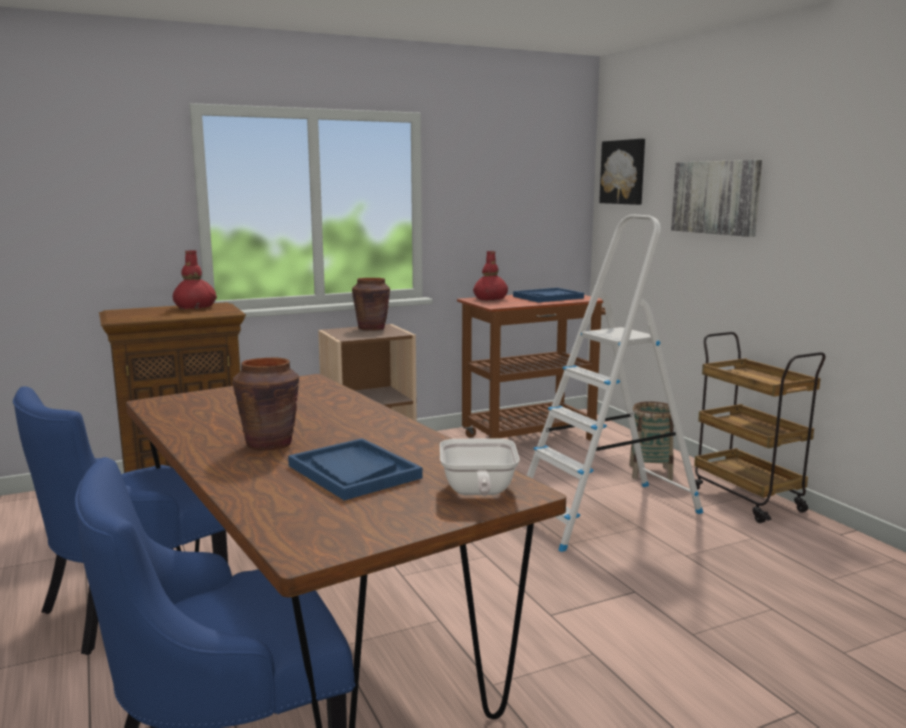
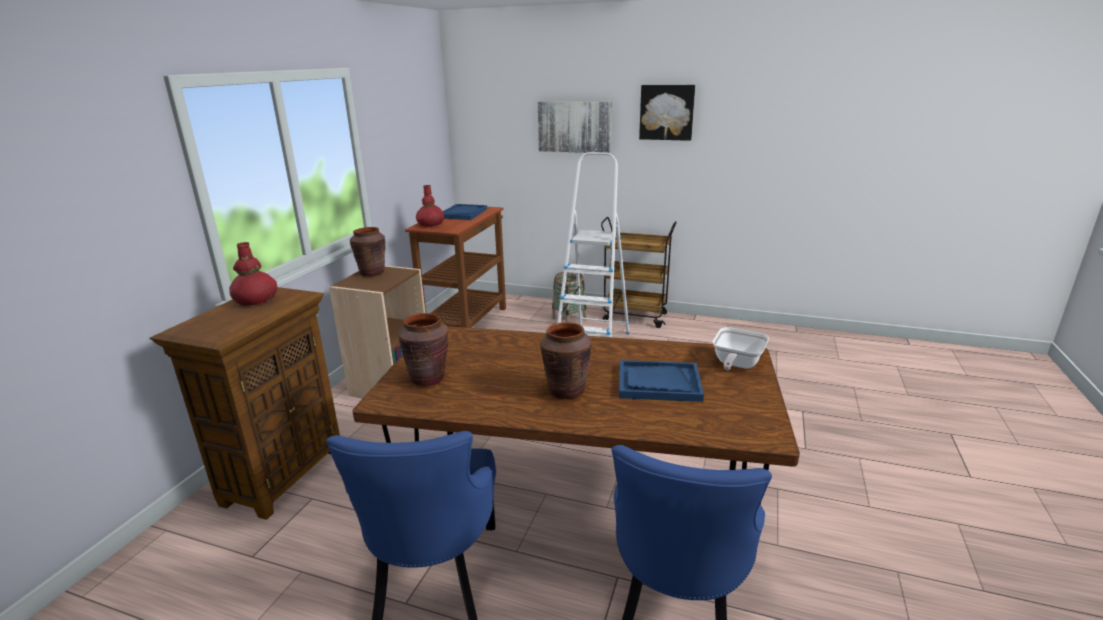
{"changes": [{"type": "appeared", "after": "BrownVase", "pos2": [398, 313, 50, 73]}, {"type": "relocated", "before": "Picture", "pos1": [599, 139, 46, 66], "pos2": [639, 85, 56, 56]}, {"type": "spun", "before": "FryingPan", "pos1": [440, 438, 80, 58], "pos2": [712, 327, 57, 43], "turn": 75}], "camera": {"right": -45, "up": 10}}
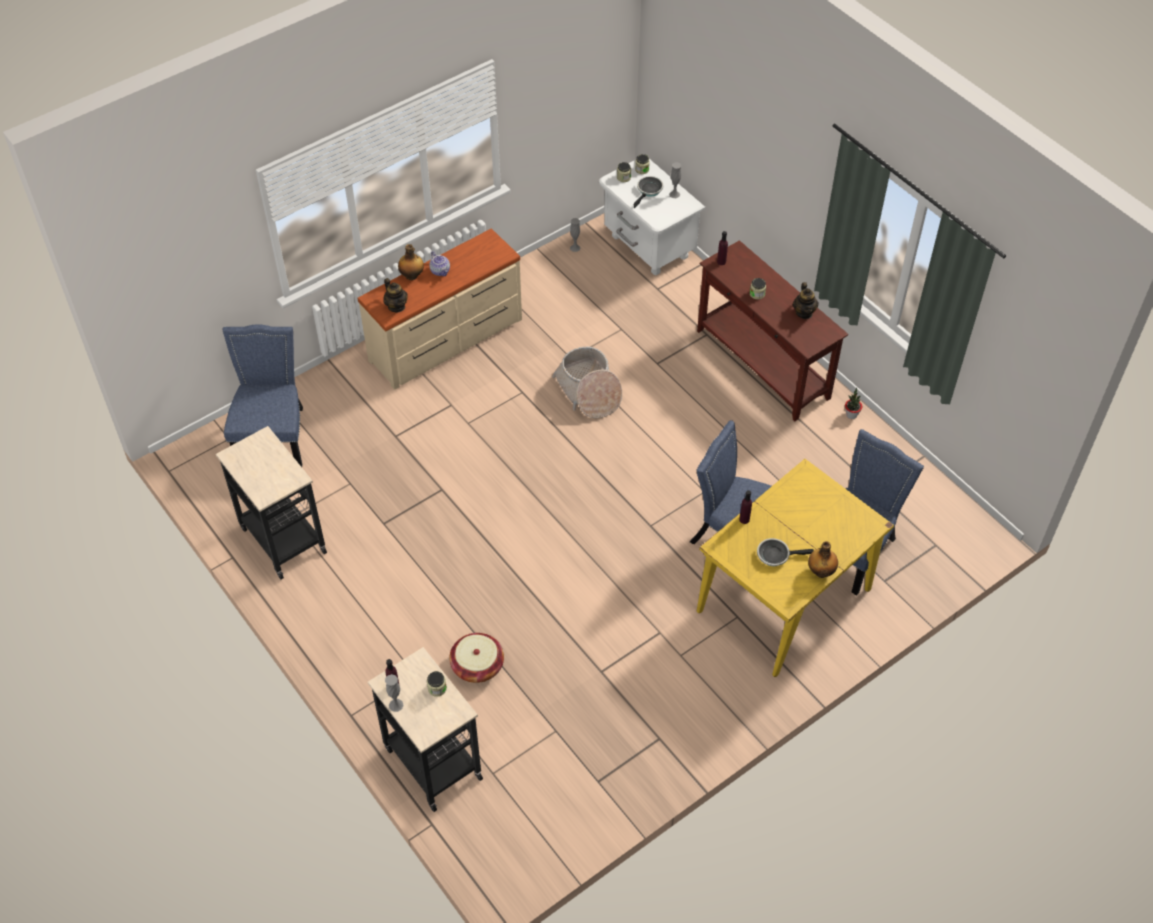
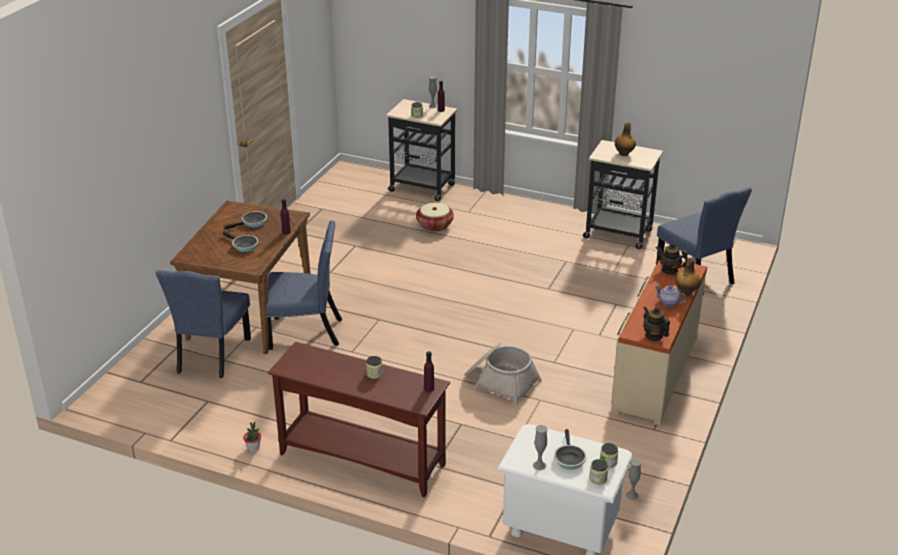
{"changes": [{"type": "appeared", "after": "FryingPan", "pos2": [223, 231, 35, 21]}, {"type": "relocated", "before": "Teapot", "pos1": [793, 282, 26, 37], "pos2": [643, 307, 27, 34]}, {"type": "relocated", "before": "Bottle", "pos1": [808, 541, 30, 37], "pos2": [615, 123, 21, 33]}, {"type": "colour", "before": "YellowDiningTable", "after": "BrownDiningTable", "pos1": [697, 459, 197, 218], "pos2": [170, 201, 141, 153]}], "camera": {"right": 150, "up": -20}}
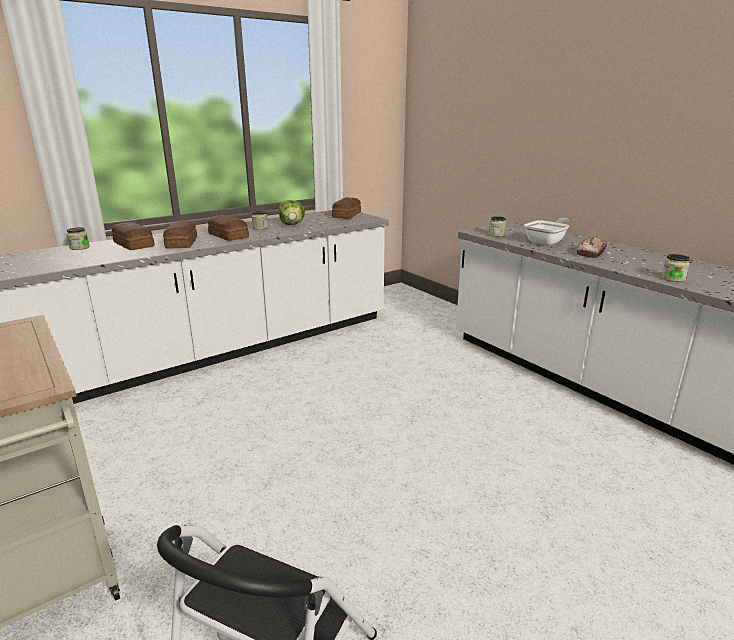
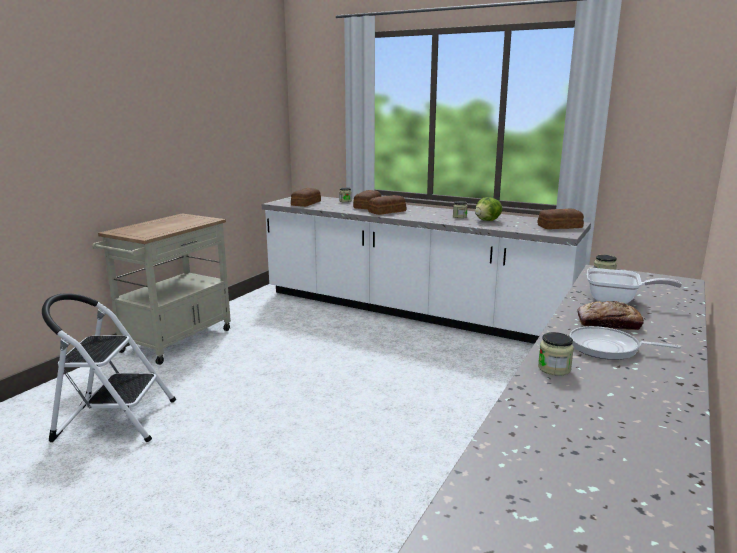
{"changes": [{"type": "appeared", "after": "FryingPan", "pos2": [569, 326, 112, 34]}, {"type": "relocated", "before": "Bread", "pos1": [208, 215, 41, 26], "pos2": [291, 188, 30, 19]}], "camera": {"right": 65, "up": -5}}
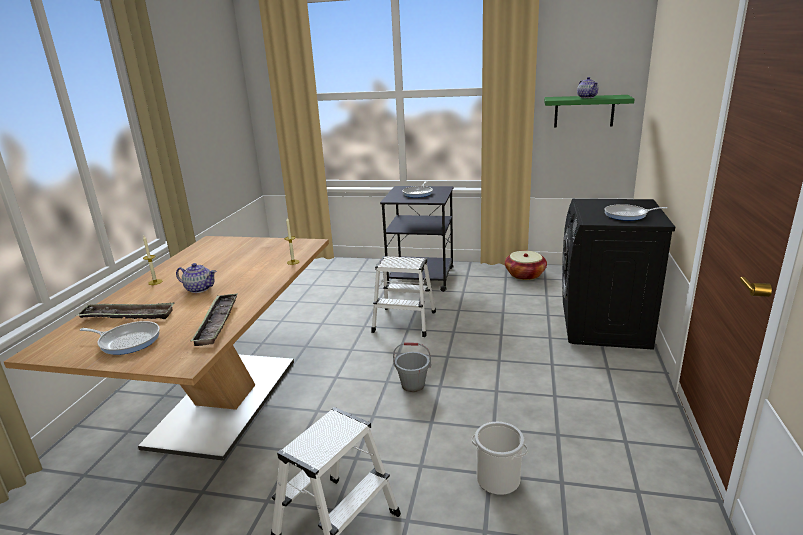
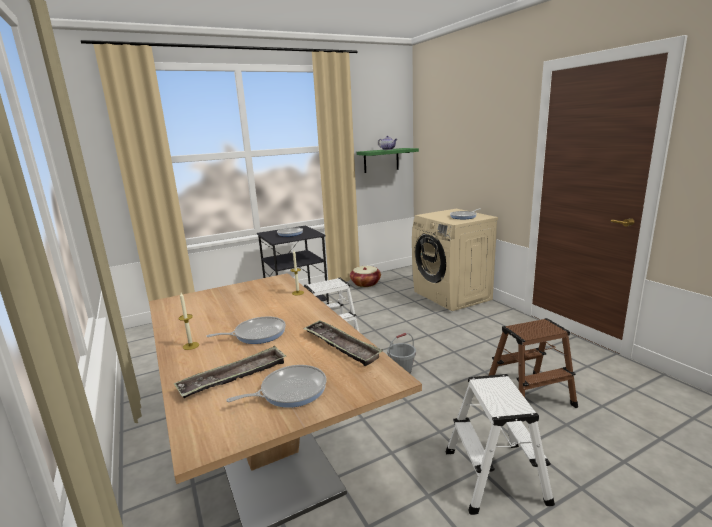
{"changes": [{"type": "exchanged", "before": "Teapot", "after": "FryingPan", "pos1": [176, 263, 40, 30], "pos2": [206, 317, 80, 27]}, {"type": "exchanged", "before": "Bucket", "after": "BrownStepLadder", "pos1": [472, 422, 56, 73], "pos2": [488, 318, 90, 104]}, {"type": "colour", "before": "BlackWashingMachine", "after": "BeigeWashingMachine", "pos1": [562, 198, 113, 152], "pos2": [412, 209, 86, 102]}], "camera": {"right": -40, "up": -5}}
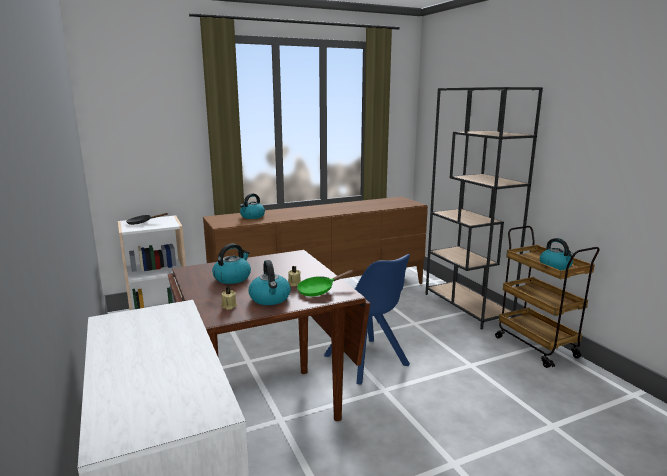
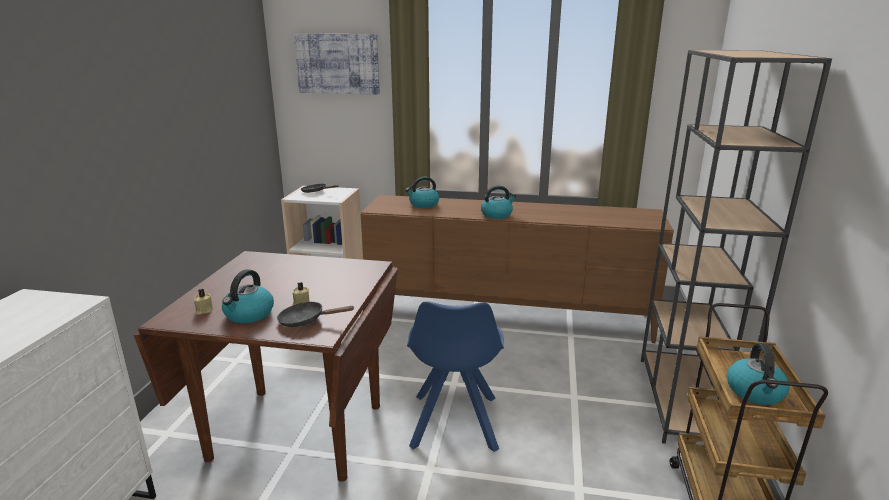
{"changes": [{"type": "appeared", "after": "Picture", "pos2": [294, 34, 86, 60]}, {"type": "relocated", "before": "Kettle", "pos1": [212, 244, 39, 40], "pos2": [481, 185, 35, 34]}, {"type": "colour", "before": "GreenFryingPan", "after": "BlackFryingPan", "pos1": [297, 270, 56, 26], "pos2": [277, 301, 78, 26]}], "camera": {"right": 35, "up": 5}}
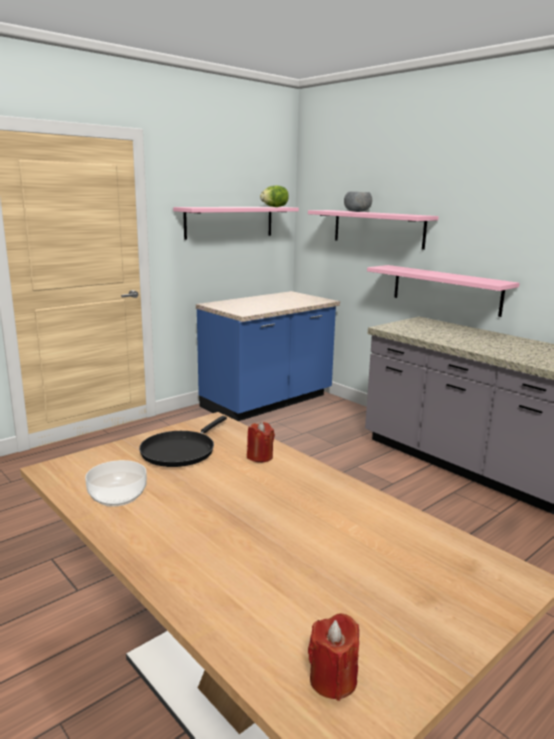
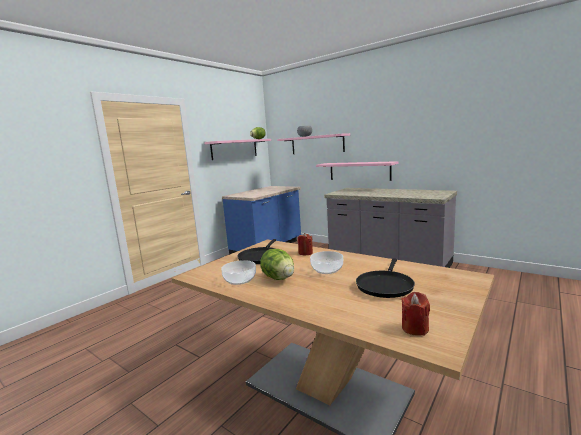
{"changes": [{"type": "appeared", "after": "Lettuce", "pos2": [260, 249, 34, 31]}, {"type": "appeared", "after": "Bowl", "pos2": [310, 251, 33, 23]}, {"type": "appeared", "after": "BlackFryingPan", "pos2": [356, 258, 59, 40]}], "camera": {"right": -10, "up": -5}}
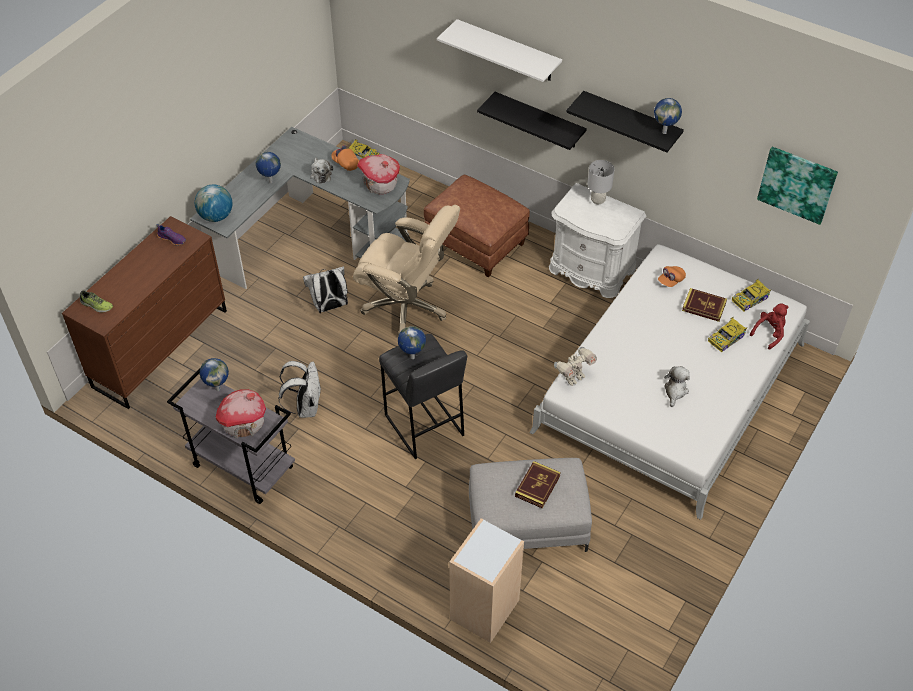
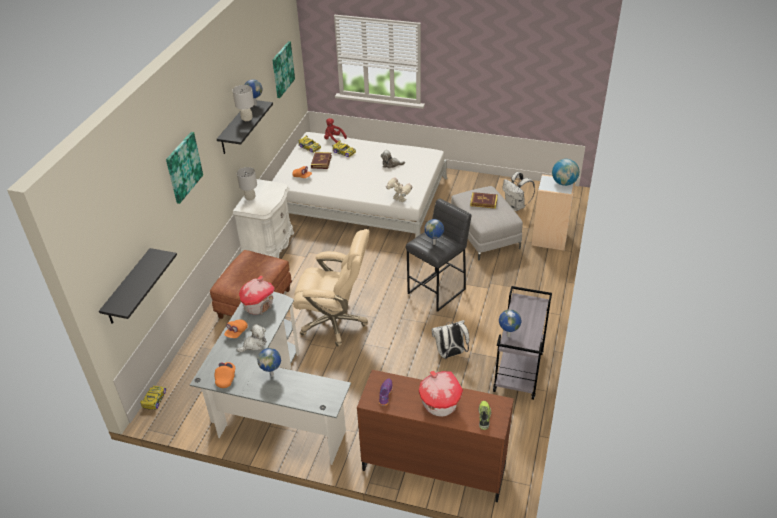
{"changes": [{"type": "appeared", "after": "OrangeCap", "pos2": [214, 362, 21, 26]}, {"type": "appeared", "after": "GreyTableLamp", "pos2": [233, 85, 21, 36]}, {"type": "relocated", "before": "Globe", "pos1": [195, 185, 37, 37], "pos2": [552, 159, 27, 27]}, {"type": "relocated", "before": "ToyHouse", "pos1": [216, 389, 50, 50], "pos2": [419, 371, 44, 46]}, {"type": "relocated", "before": "WhiteBackpack", "pos1": [303, 266, 45, 47], "pos2": [502, 172, 33, 39]}, {"type": "relocated", "before": "BlackShelf", "pos1": [477, 92, 110, 58], "pos2": [99, 248, 78, 76]}, {"type": "exchanged", "before": "WhiteShelf", "after": "Picture", "pos1": [437, 19, 125, 63], "pos2": [166, 132, 37, 72]}, {"type": "spun", "before": "BeigeOfficeChair", "pos1": [353, 205, 107, 131], "pos2": [293, 229, 77, 118], "turn": 90}], "camera": {"right": -105, "up": -10}}
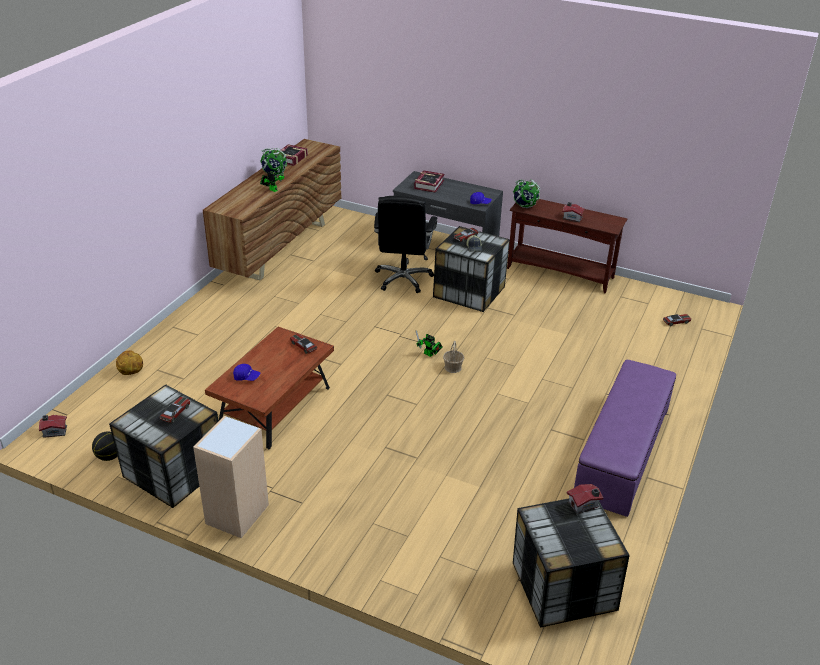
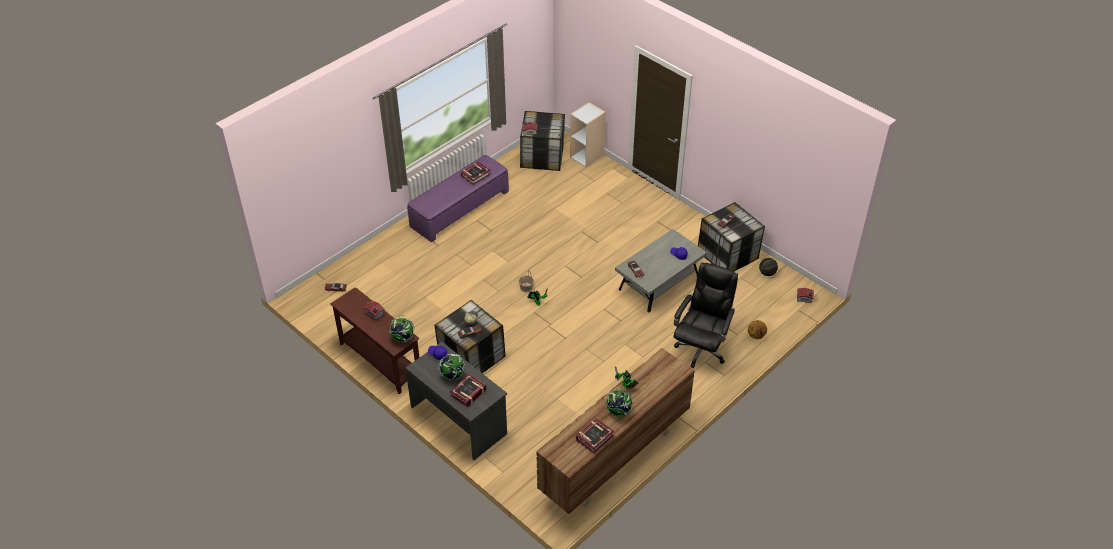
{"changes": [{"type": "appeared", "after": "Globe", "pos2": [438, 354, 27, 26]}, {"type": "appeared", "after": "Book", "pos2": [461, 162, 30, 23]}, {"type": "relocated", "before": "Bookcase", "pos1": [193, 416, 76, 122], "pos2": [570, 102, 36, 66]}, {"type": "relocated", "before": "BlackOfficeChair", "pos1": [374, 196, 63, 97], "pos2": [674, 263, 64, 105]}, {"type": "colour", "before": "BrownCoffeeTable", "after": "GreyCoffeeTable", "pos1": [205, 327, 129, 122], "pos2": [615, 229, 92, 83]}], "camera": {"right": -160, "up": 10}}
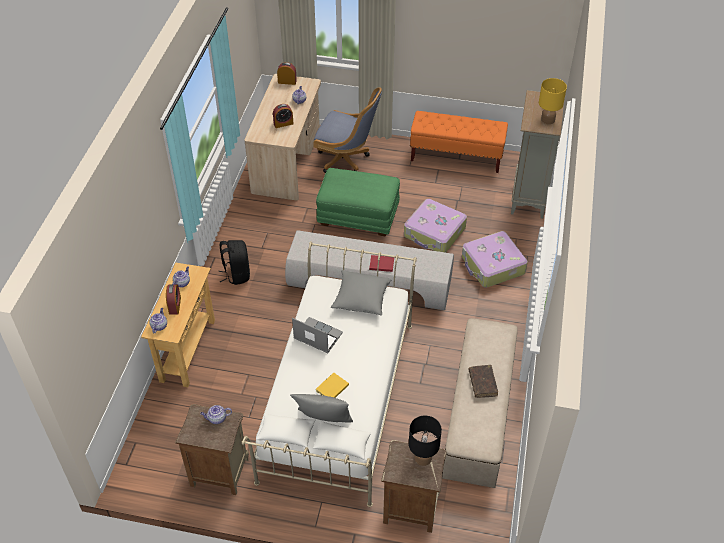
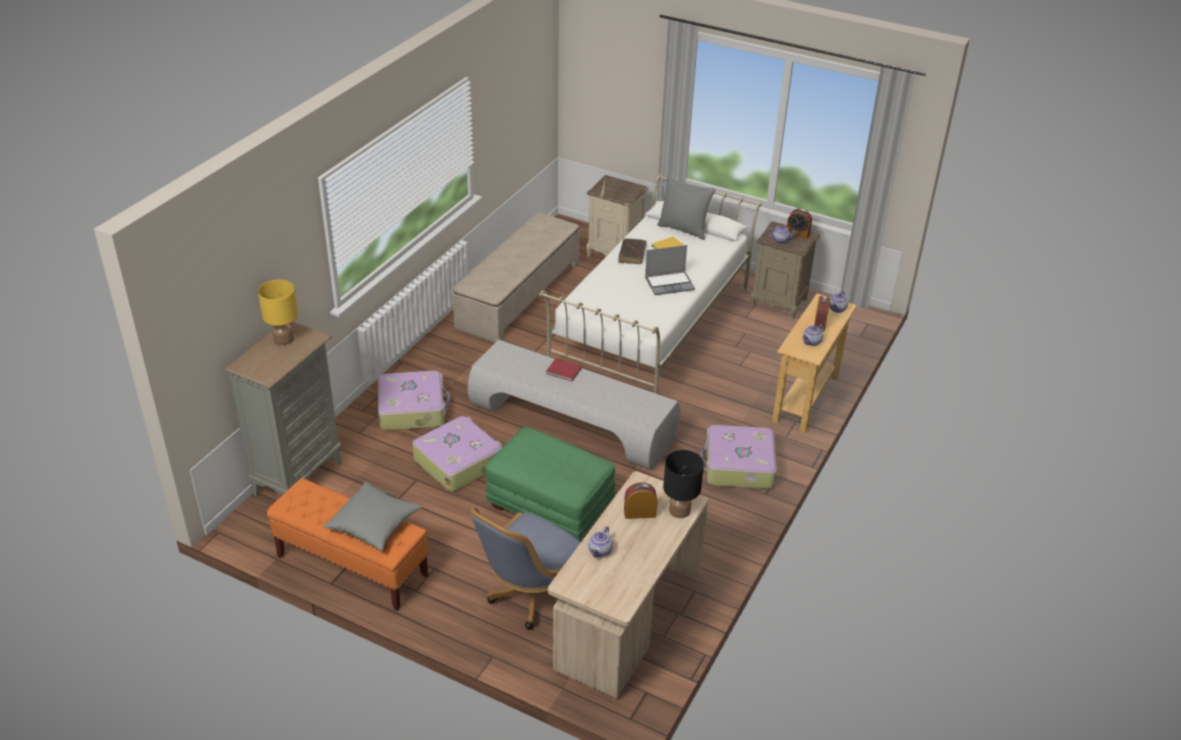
{"changes": [{"type": "relocated", "before": "AlarmClock", "pos1": [277, 62, 20, 23], "pos2": [787, 208, 25, 31]}, {"type": "relocated", "before": "GreyPillow", "pos1": [331, 270, 61, 46], "pos2": [323, 482, 99, 69]}, {"type": "relocated", "before": "BlackTableLamp", "pos1": [409, 416, 33, 50], "pos2": [663, 450, 41, 68]}, {"type": "relocated", "before": "BrownBook", "pos1": [469, 365, 29, 33], "pos2": [618, 238, 29, 26]}, {"type": "exchanged", "before": "BlackBackpack", "after": "Suitcase", "pos1": [218, 240, 32, 45], "pos2": [701, 425, 76, 64]}, {"type": "spun", "before": "Laptop", "pos1": [292, 317, 51, 36], "pos2": [645, 245, 50, 50], "turn": -60}, {"type": "spun", "before": "BlueOfficeChair", "pos1": [313, 87, 69, 86], "pos2": [471, 507, 110, 123], "turn": -90}], "camera": {"right": -165, "up": -10}}
